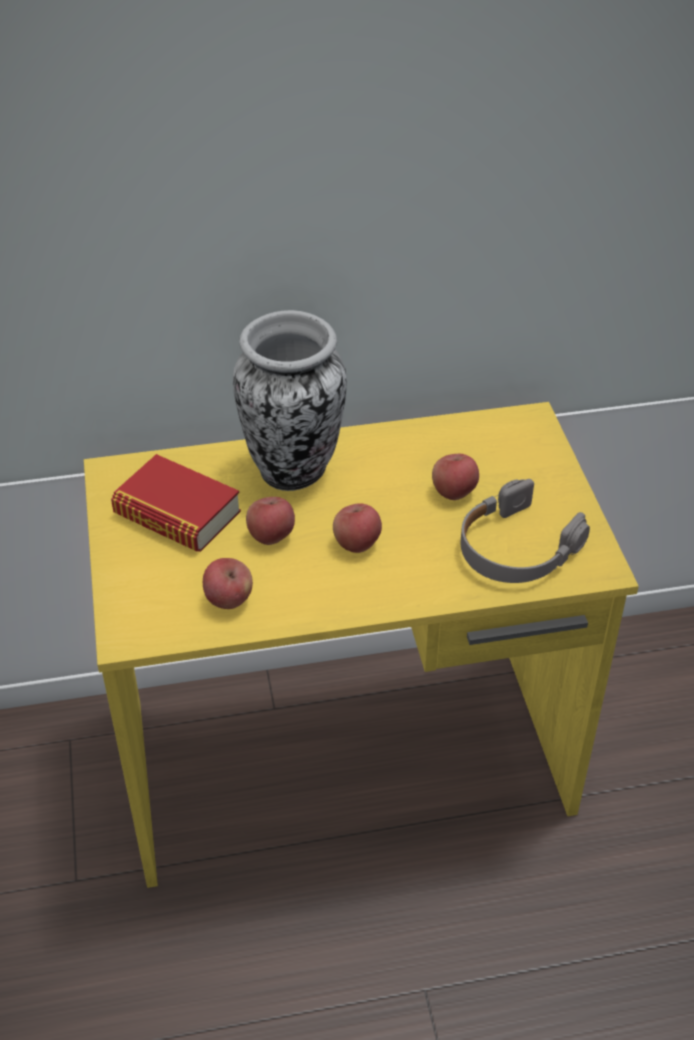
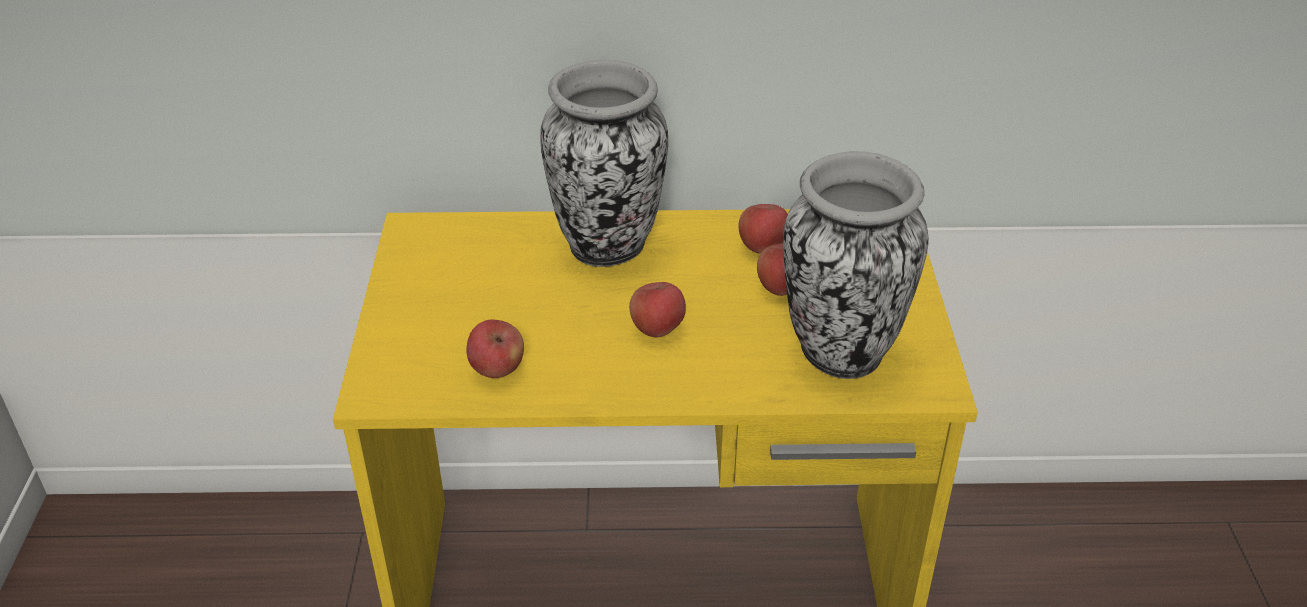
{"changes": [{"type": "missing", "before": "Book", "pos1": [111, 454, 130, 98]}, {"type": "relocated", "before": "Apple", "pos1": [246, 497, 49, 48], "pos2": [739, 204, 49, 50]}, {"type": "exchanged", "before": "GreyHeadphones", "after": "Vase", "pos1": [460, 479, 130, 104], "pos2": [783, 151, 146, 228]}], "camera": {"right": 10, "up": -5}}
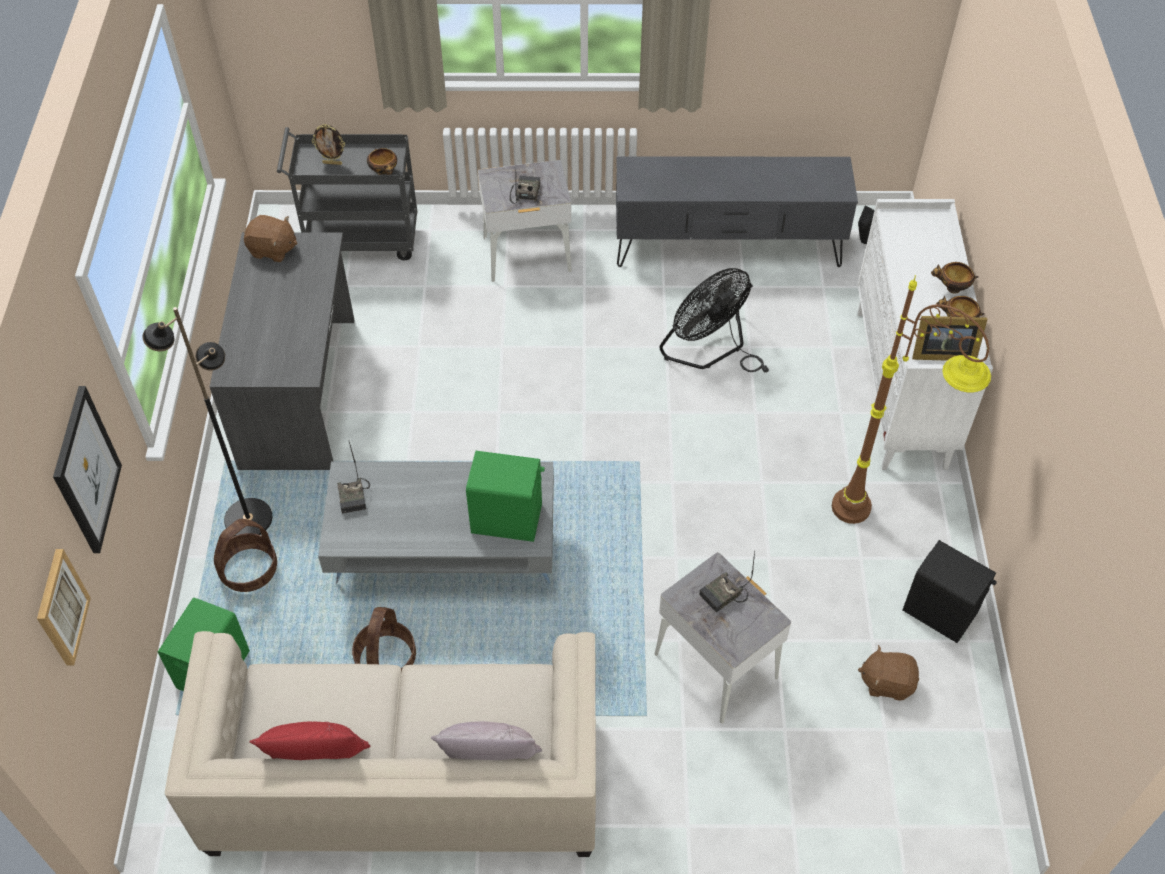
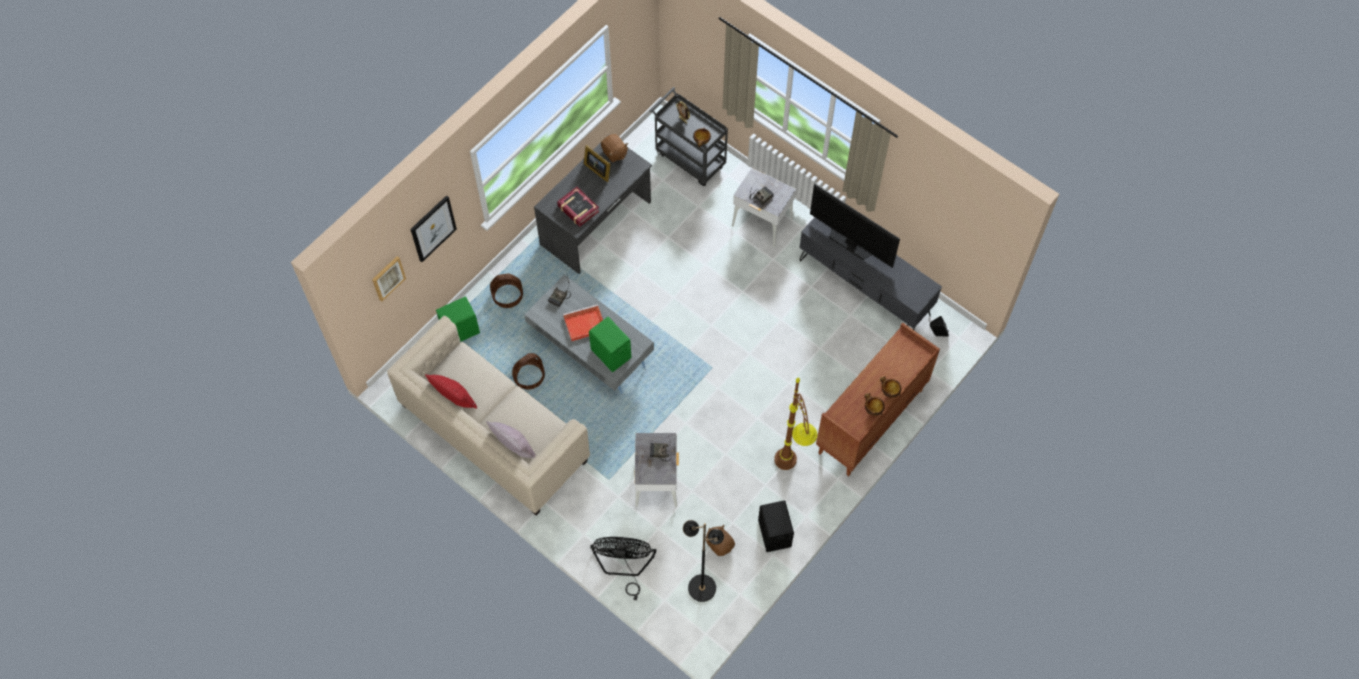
{"changes": [{"type": "appeared", "after": "Book", "pos2": [557, 187, 42, 40]}, {"type": "appeared", "after": "RedTray", "pos2": [563, 304, 40, 37]}, {"type": "appeared", "after": "Television", "pos2": [810, 184, 90, 84]}, {"type": "relocated", "before": "BlackFloorLamp", "pos1": [143, 307, 129, 229], "pos2": [683, 520, 41, 82]}, {"type": "relocated", "before": "BlackFan", "pos1": [660, 268, 109, 105], "pos2": [590, 537, 66, 63]}, {"type": "relocated", "before": "PictureFrame", "pos1": [912, 316, 75, 45], "pos2": [584, 145, 27, 37]}, {"type": "colour", "before": "WhiteCabinet", "after": "BrownCabinet", "pos1": [858, 199, 135, 271], "pos2": [816, 322, 124, 154]}], "camera": {"right": 40, "up": 10}}
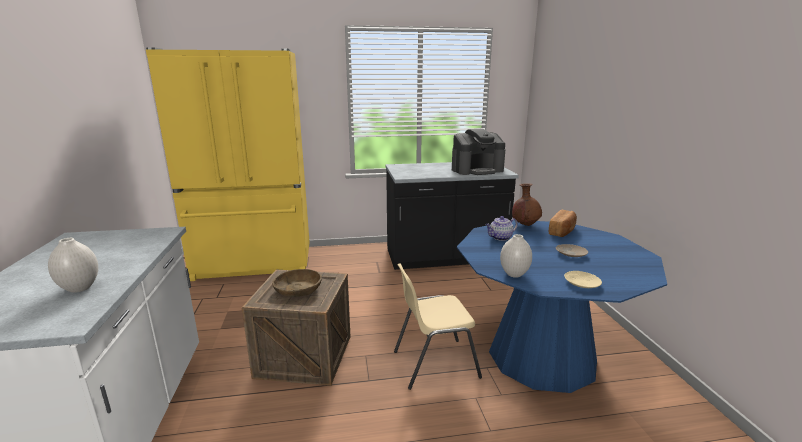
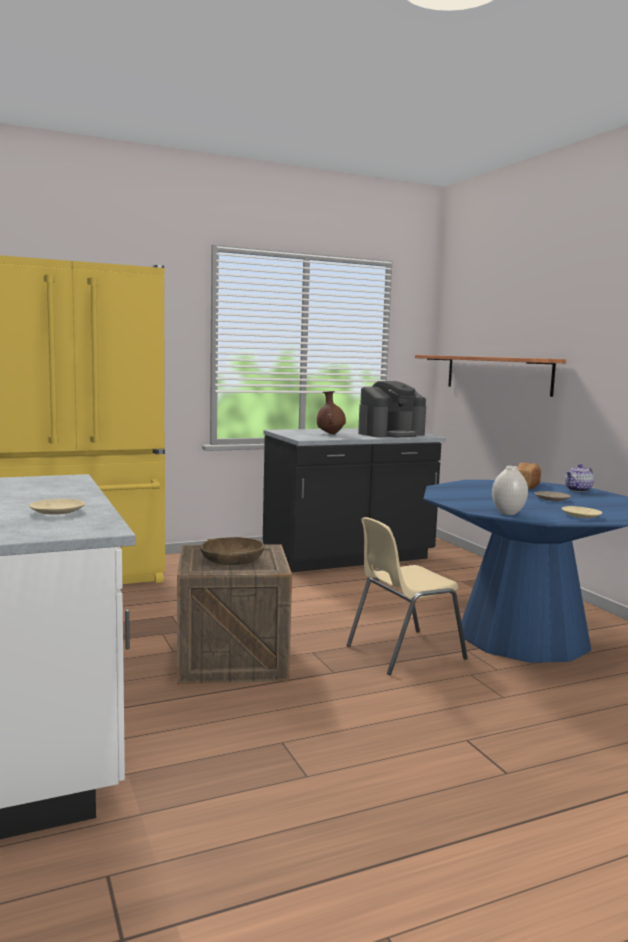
{"changes": [{"type": "appeared", "after": "Shelf", "pos2": [415, 355, 151, 42]}, {"type": "relocated", "before": "Teapot", "pos1": [485, 216, 33, 25], "pos2": [565, 464, 29, 28]}, {"type": "relocated", "before": "BrownVase", "pos1": [512, 183, 30, 43], "pos2": [317, 391, 29, 43]}, {"type": "exchanged", "before": "WhiteVase", "after": "BeigePlate", "pos1": [48, 238, 50, 55], "pos2": [29, 499, 56, 16]}], "camera": {"right": -15, "up": -10}}
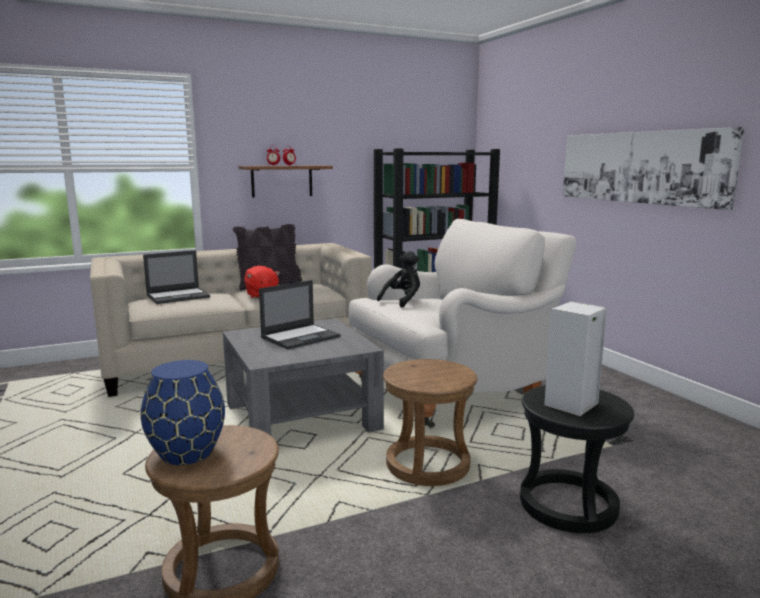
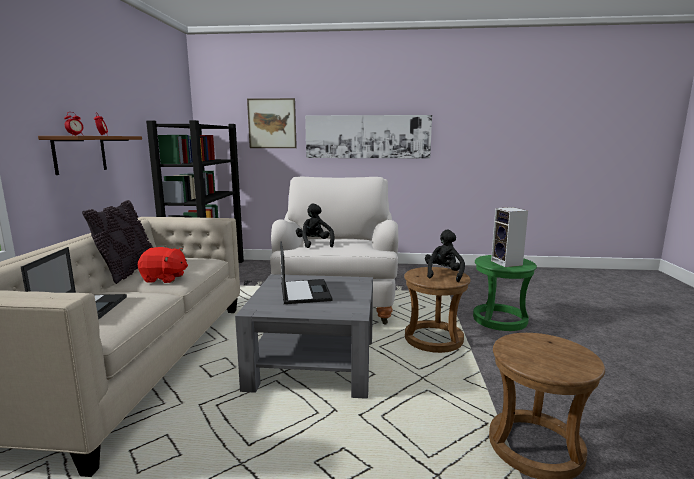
{"changes": [{"type": "missing", "before": "BlueVase", "pos1": [141, 360, 84, 105]}, {"type": "appeared", "after": "Picture", "pos2": [247, 98, 50, 50]}, {"type": "appeared", "after": "BlackPlushToy", "pos2": [425, 230, 40, 52]}, {"type": "colour", "before": "BlackStool", "after": "GreenStool", "pos1": [520, 385, 114, 148], "pos2": [473, 255, 64, 76]}], "camera": {"right": -60, "up": 0}}
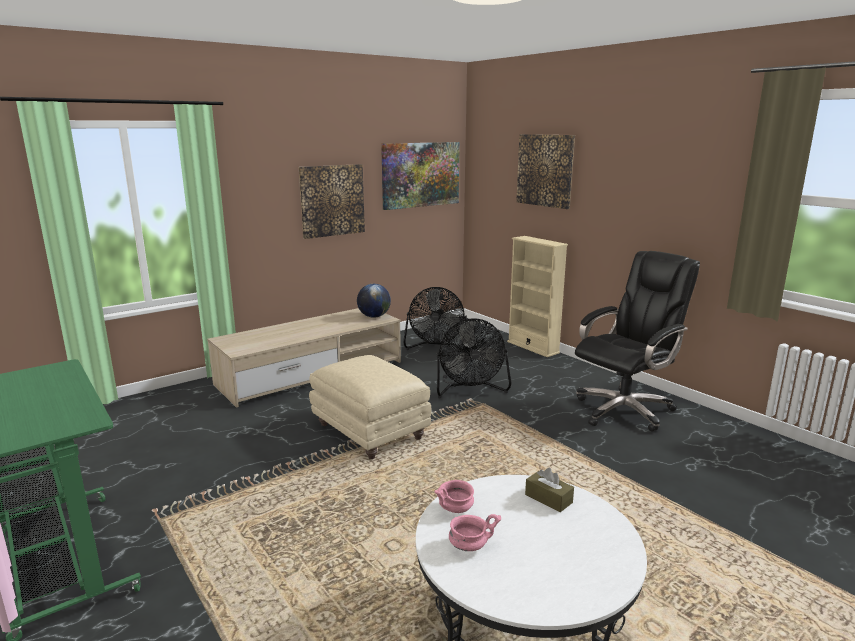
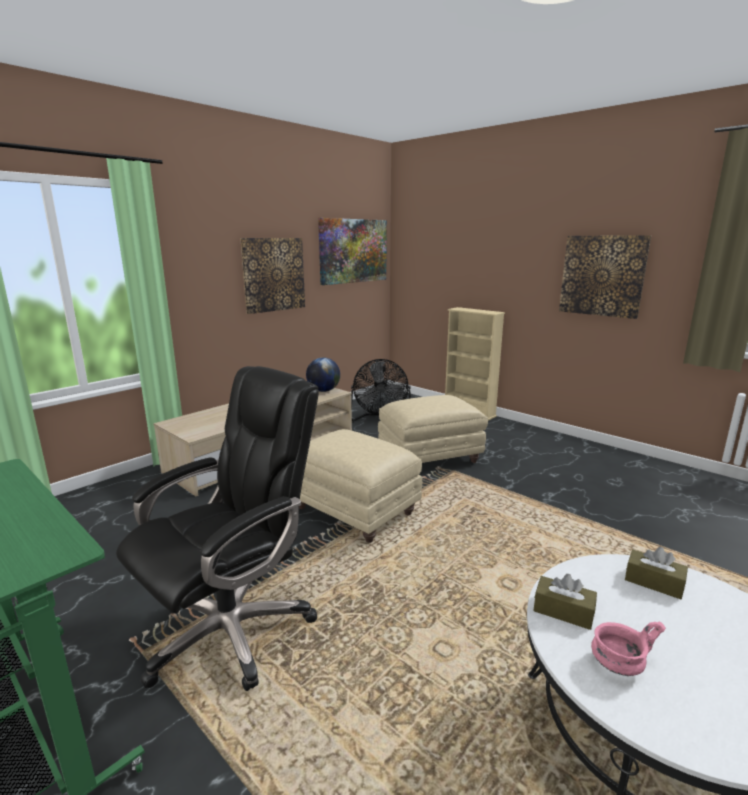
{"changes": [{"type": "relocated", "before": "Picture", "pos1": [516, 134, 59, 75], "pos2": [559, 235, 92, 84]}, {"type": "relocated", "before": "BlackOfficeChair", "pos1": [575, 251, 125, 181], "pos2": [116, 366, 203, 325]}, {"type": "exchanged", "before": "PinkBowl", "after": "BrownTissueBox", "pos1": [434, 480, 40, 33], "pos2": [533, 574, 64, 56]}, {"type": "exchanged", "before": "BlackFan", "after": "BeigeOttoman", "pos1": [437, 318, 74, 81], "pos2": [378, 395, 110, 68]}], "camera": {"right": -10, "up": 0}}
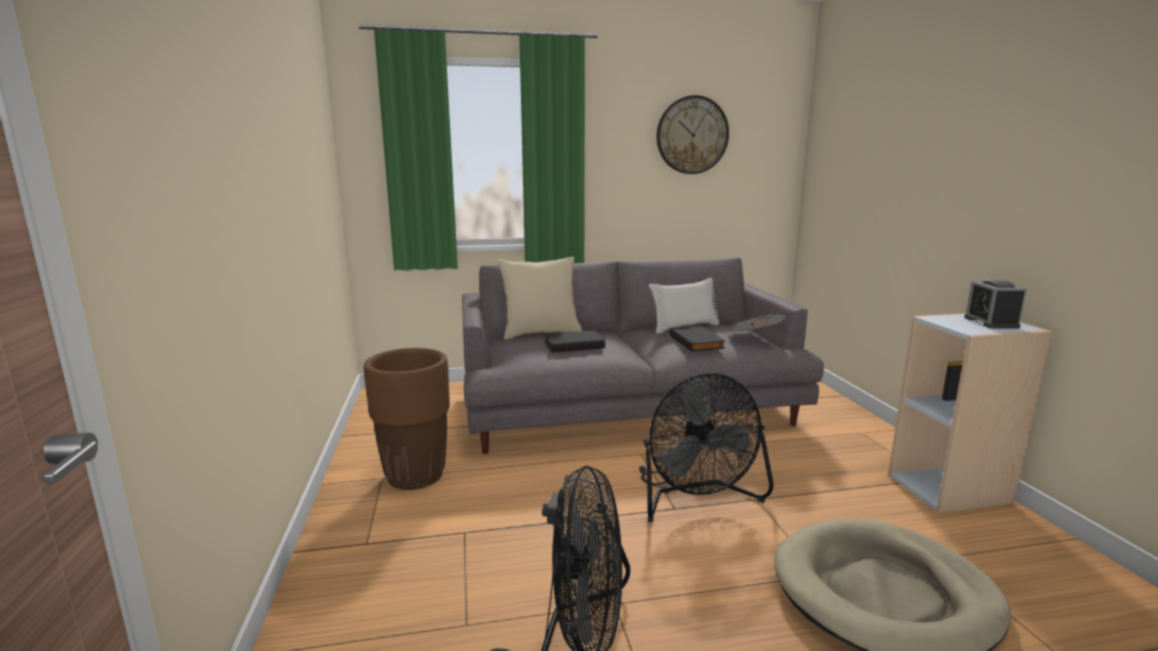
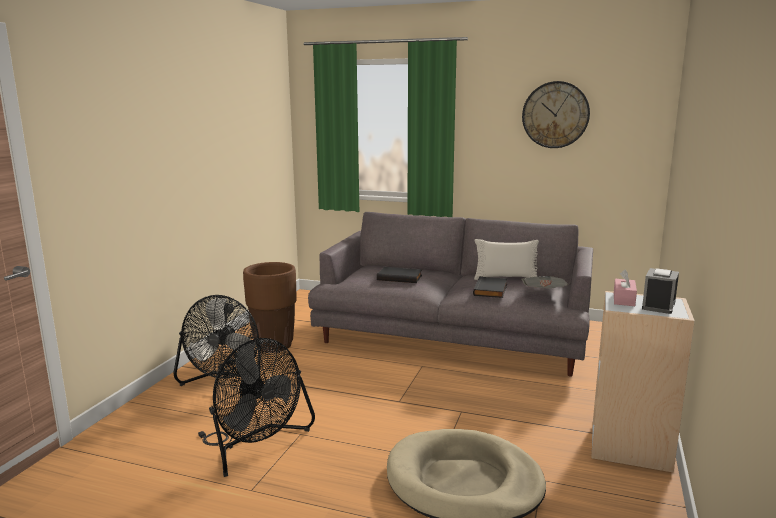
{"changes": [{"type": "missing", "before": "BeigePillow", "pos1": [497, 257, 85, 83]}, {"type": "appeared", "after": "PinkTissueBox", "pos2": [614, 269, 23, 37]}, {"type": "relocated", "before": "BlackFan", "pos1": [639, 373, 135, 149], "pos2": [174, 295, 88, 91]}], "camera": {"right": 30, "up": 0}}
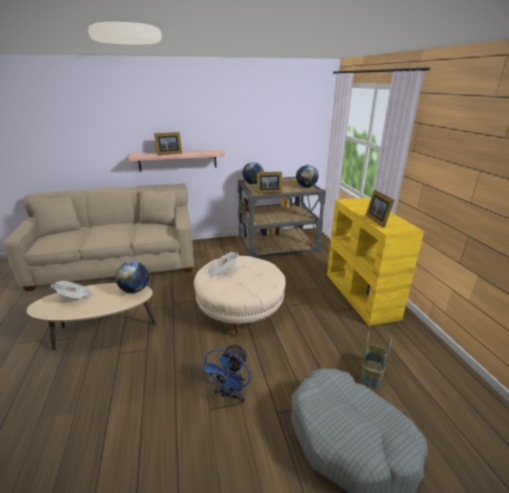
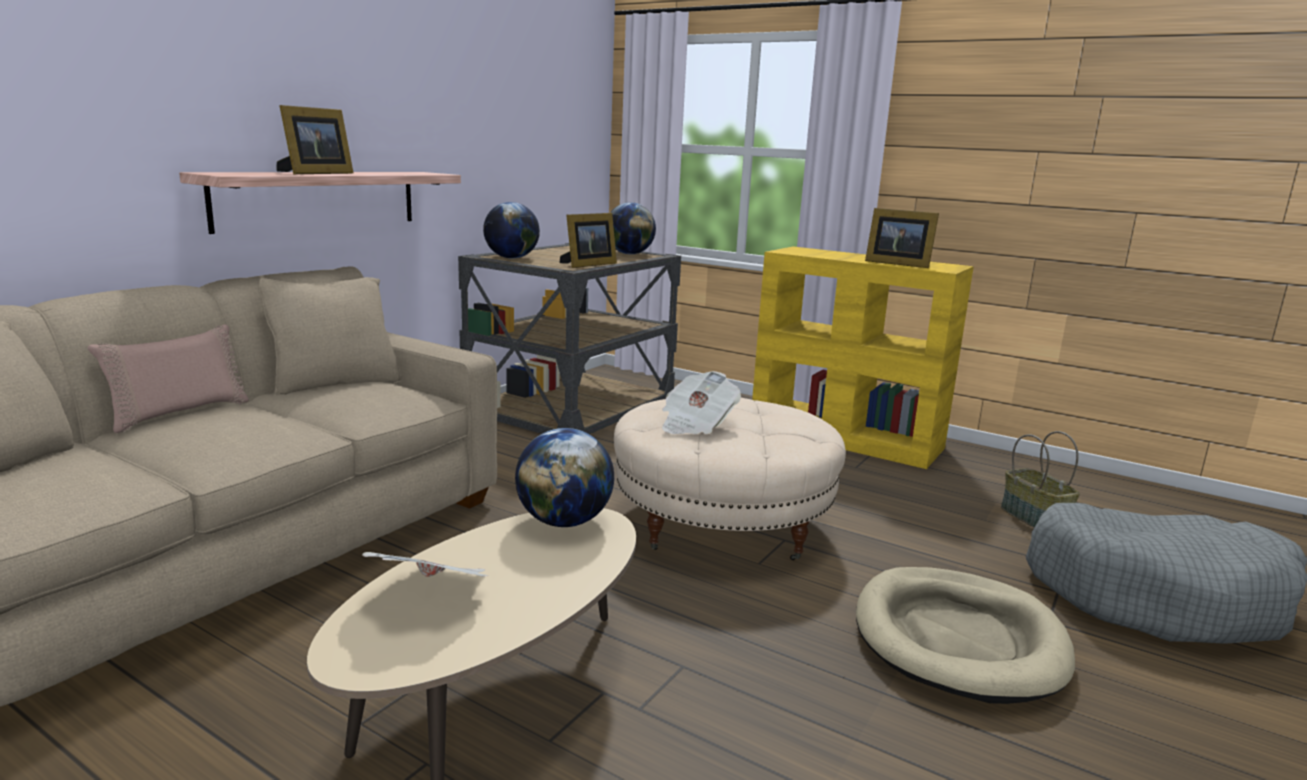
{"changes": [{"type": "appeared", "after": "BeigePillow", "pos2": [88, 325, 161, 108]}, {"type": "exchanged", "before": "BlueFan", "after": "BeigeDogBed", "pos1": [200, 343, 51, 60], "pos2": [856, 567, 219, 137]}], "camera": {"right": -45, "up": -10}}
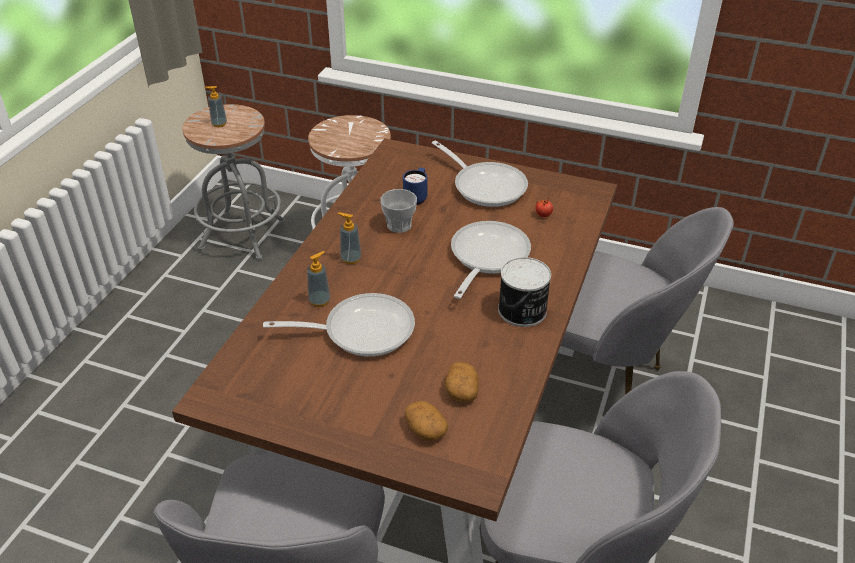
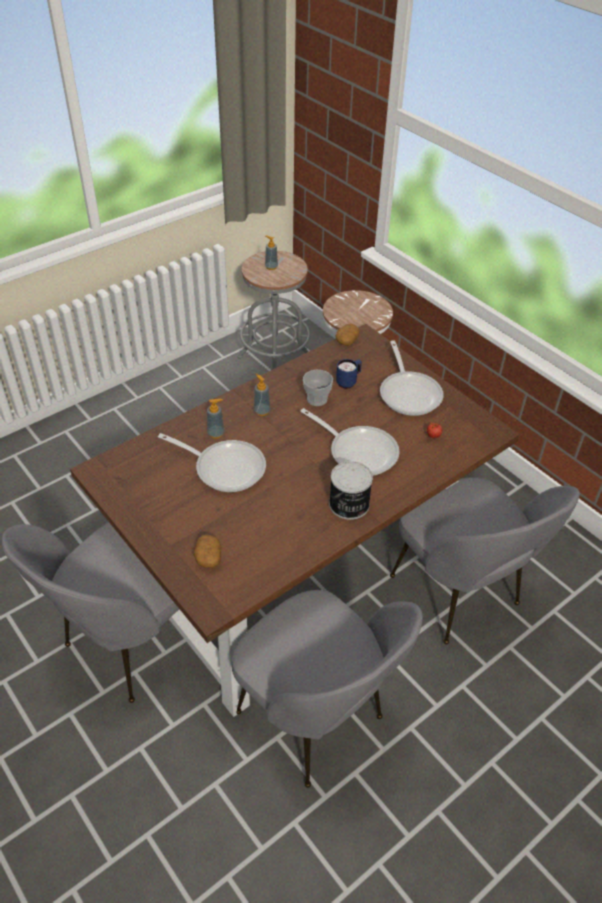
{"changes": [{"type": "relocated", "before": "Potato", "pos1": [445, 362, 34, 40], "pos2": [336, 324, 24, 22]}, {"type": "spun", "before": "FryingPan", "pos1": [451, 221, 80, 78], "pos2": [300, 408, 100, 68], "turn": 75}], "camera": {"right": 30, "up": 5}}
